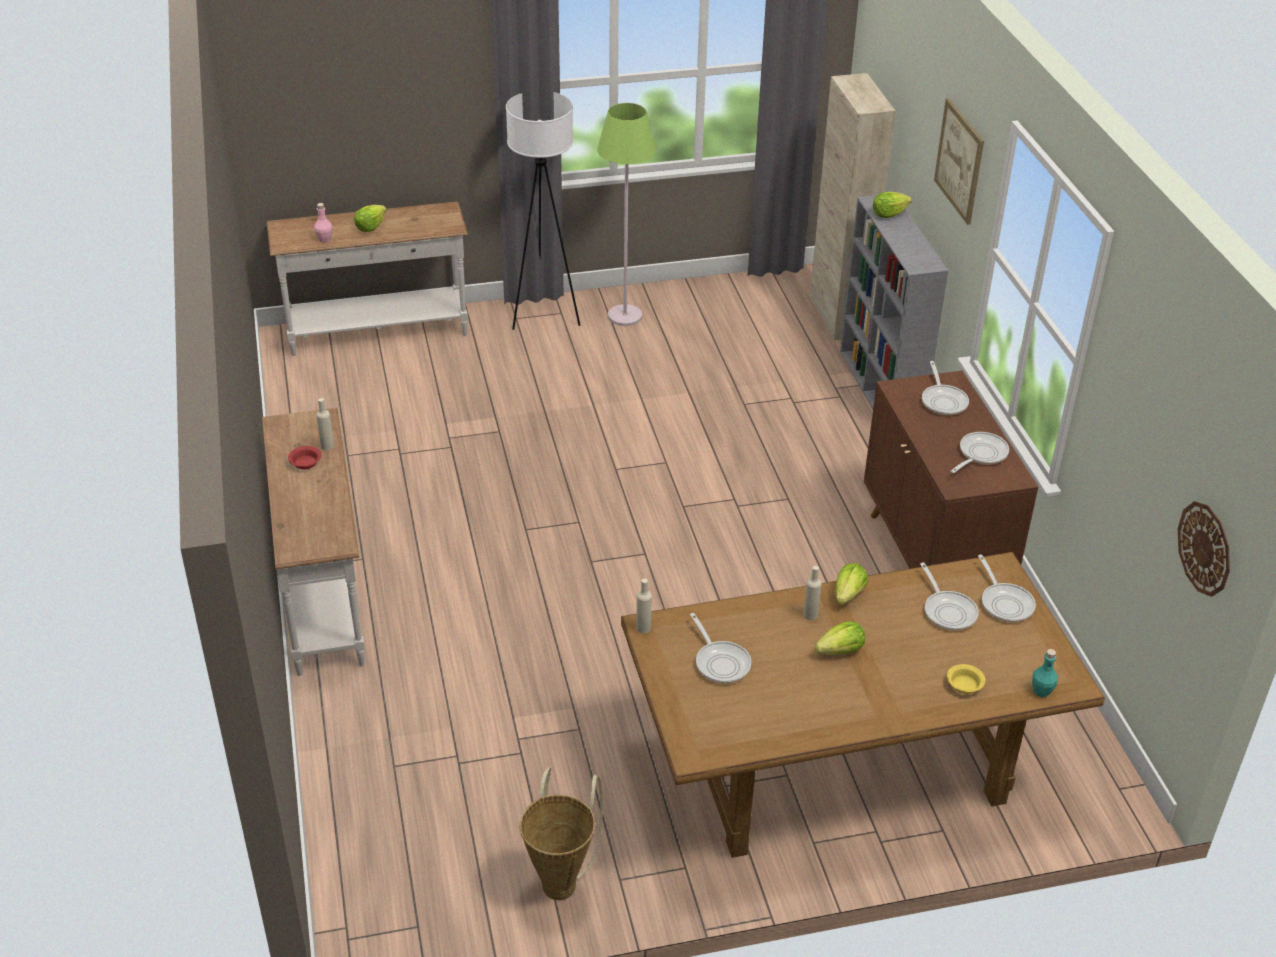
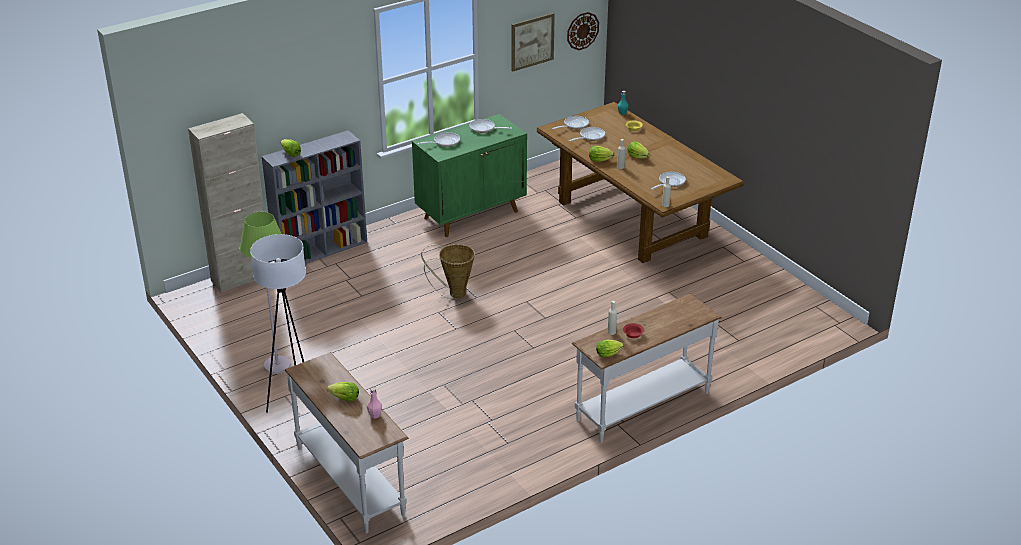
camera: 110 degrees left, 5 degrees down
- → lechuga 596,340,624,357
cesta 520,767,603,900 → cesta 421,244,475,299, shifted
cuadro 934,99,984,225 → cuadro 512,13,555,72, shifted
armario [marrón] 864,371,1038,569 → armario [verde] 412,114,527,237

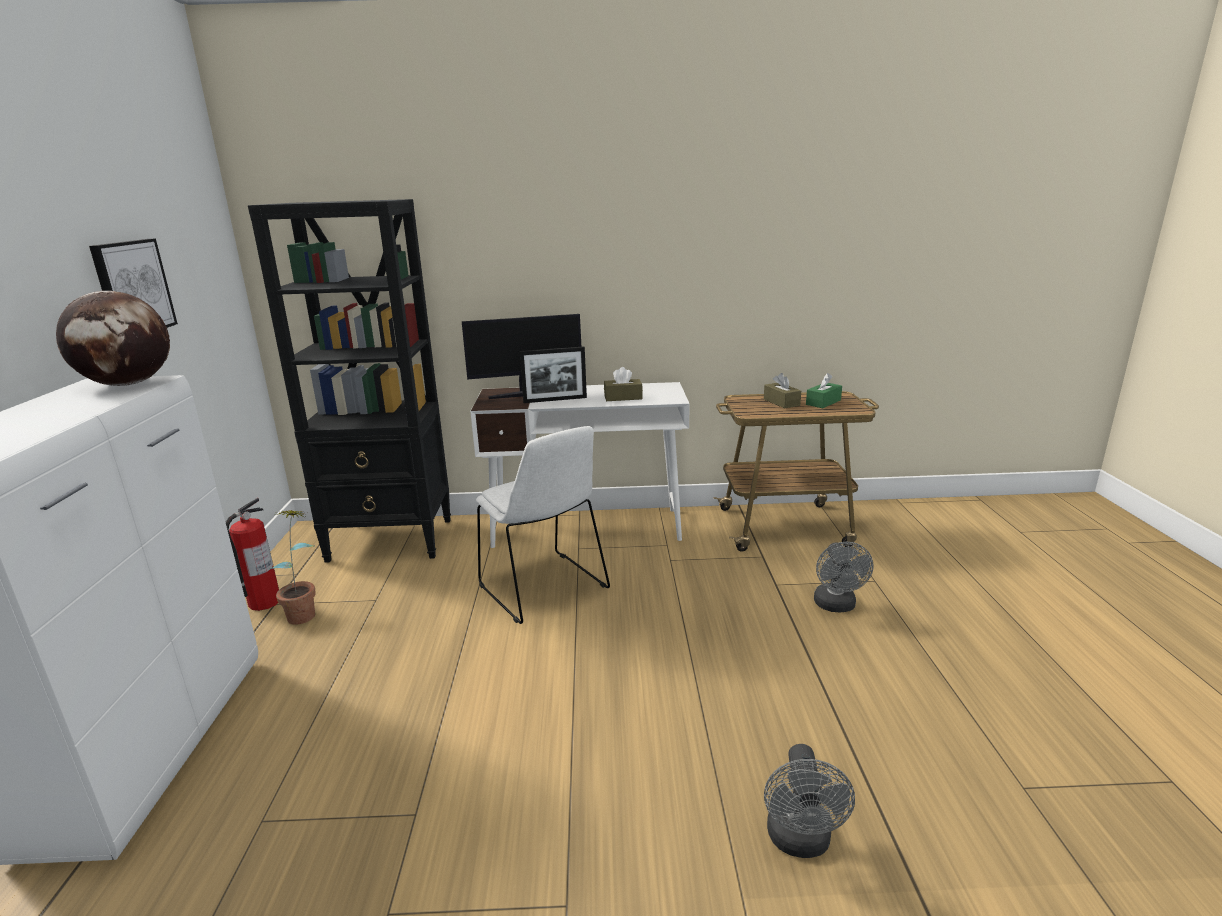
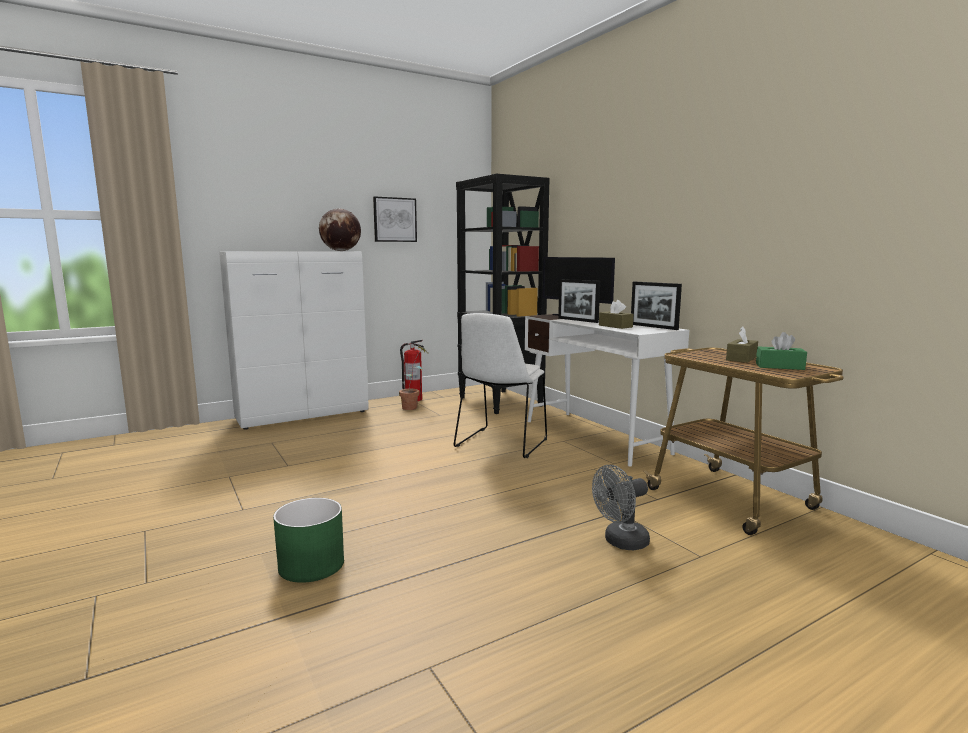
camera: 60 degrees right, 10 degrees down
- → portarretratos 631,282,682,330
ventilador [gris] 764,744,855,858 → maceta [verde] 273,498,344,583

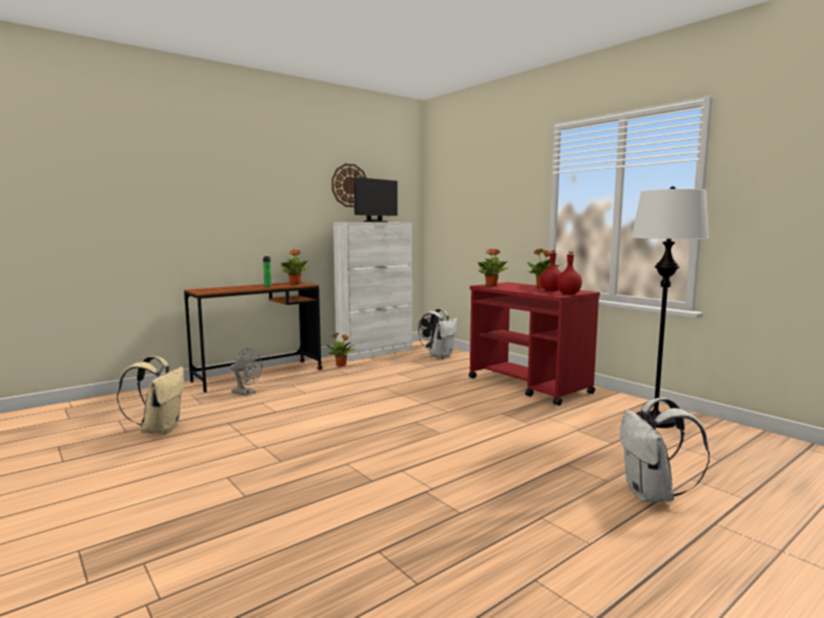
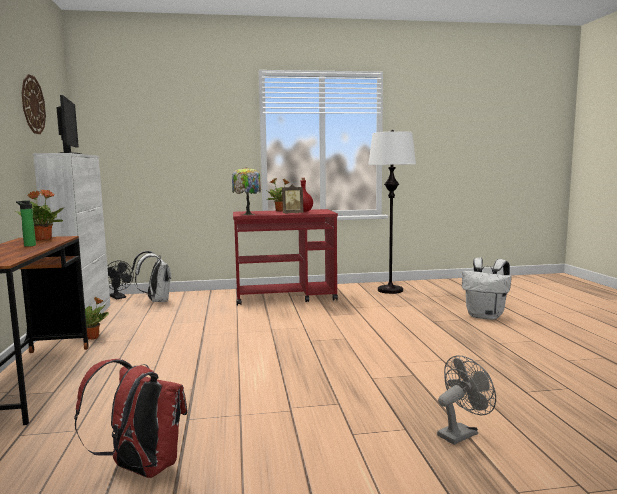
camera: 60 degrees left, 0 degrees up
botella [rojo] 557,251,582,294 → -
- → portarretratos 282,184,303,213
ventilador [gris] 230,348,262,396 → ventilador [gris] 437,355,496,445, shifted
planta en maceta 478,249,508,287 → lámpara de mesa 232,167,261,215
mochila [beis] 117,356,184,435 → mochila [rojo] 74,359,188,478

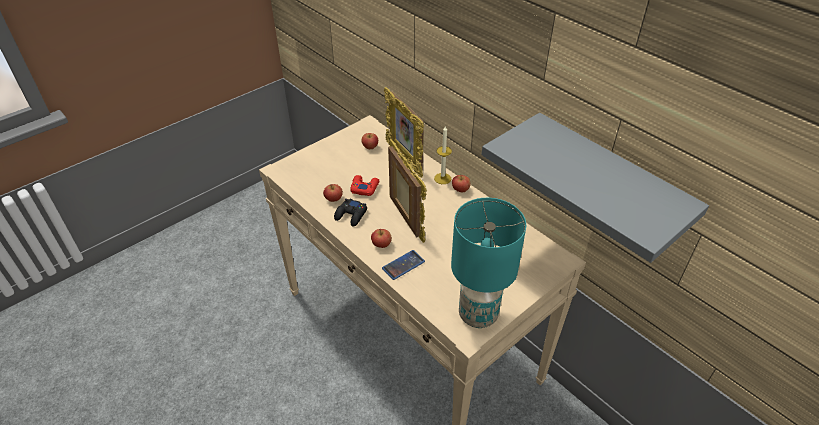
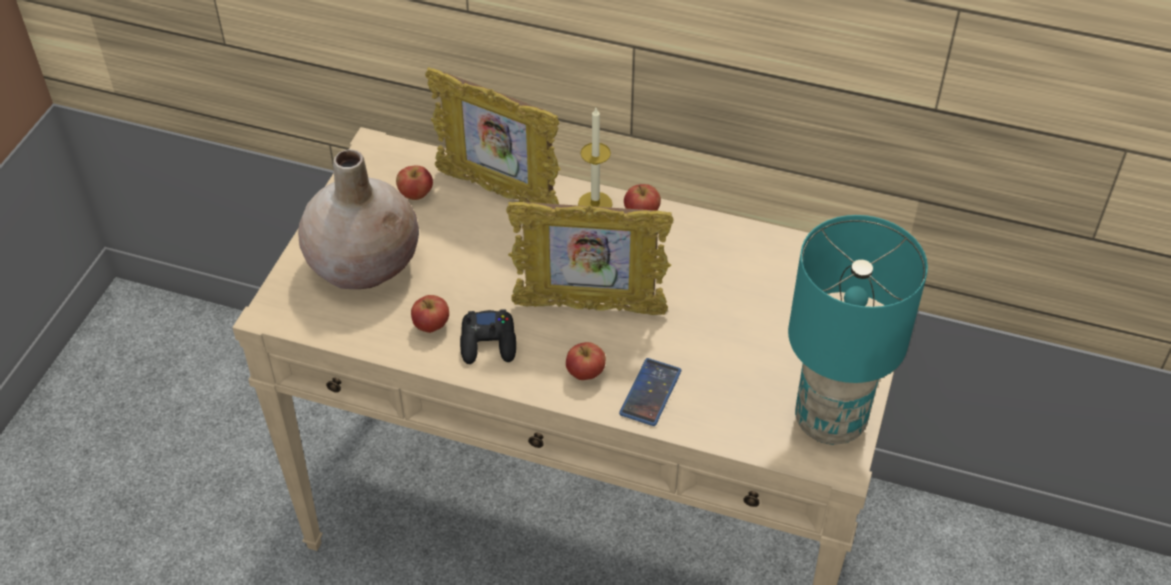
camera: 30 degrees left, 5 degrees up
mando de consola [rojo] 350,175,379,196 → -
estante [gris] 482,113,709,263 → -
- → florero [beis] 298,149,419,289
portarretratos 388,139,427,243 → portarretratos 506,202,674,315, 150 degrees clockwise

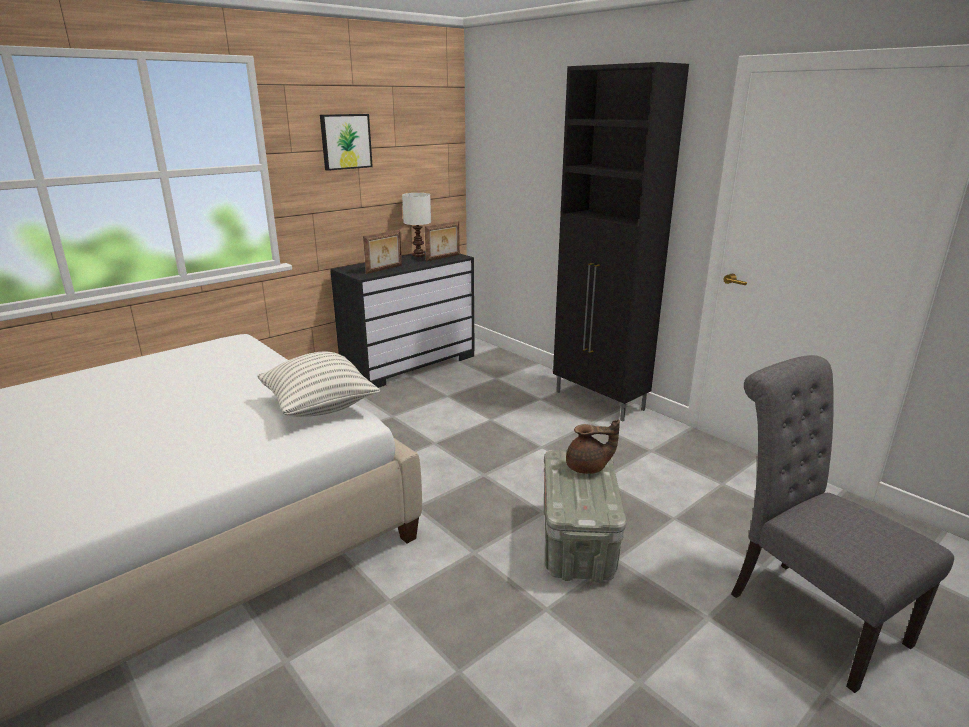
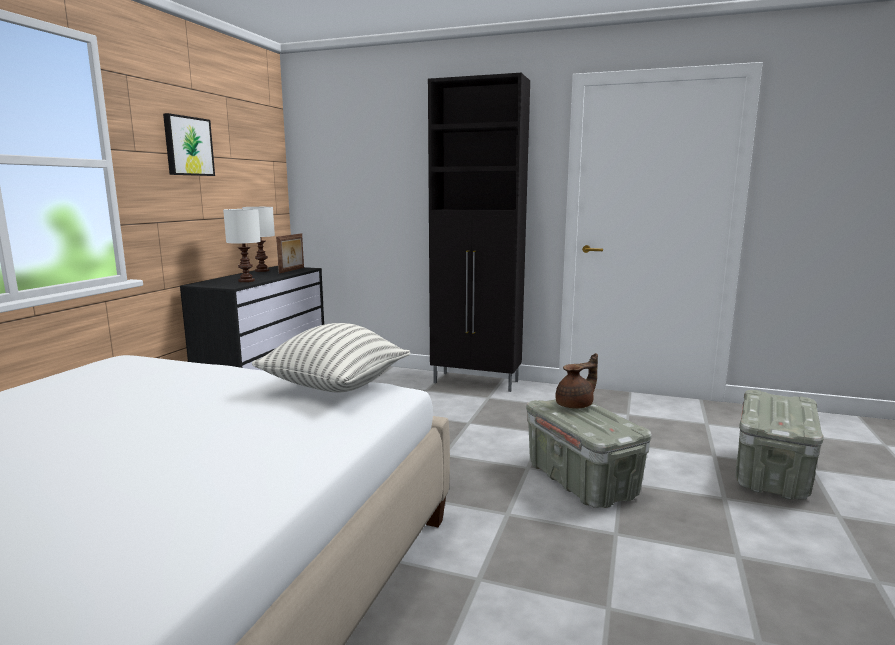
camera: 30 degrees left, 10 degrees down
portarretratos 363,230,402,274 → lámpara de mesa [blanco] 223,209,261,282
silla [gris] 731,355,954,693 → caja de almacenaje [gris] 735,390,824,500

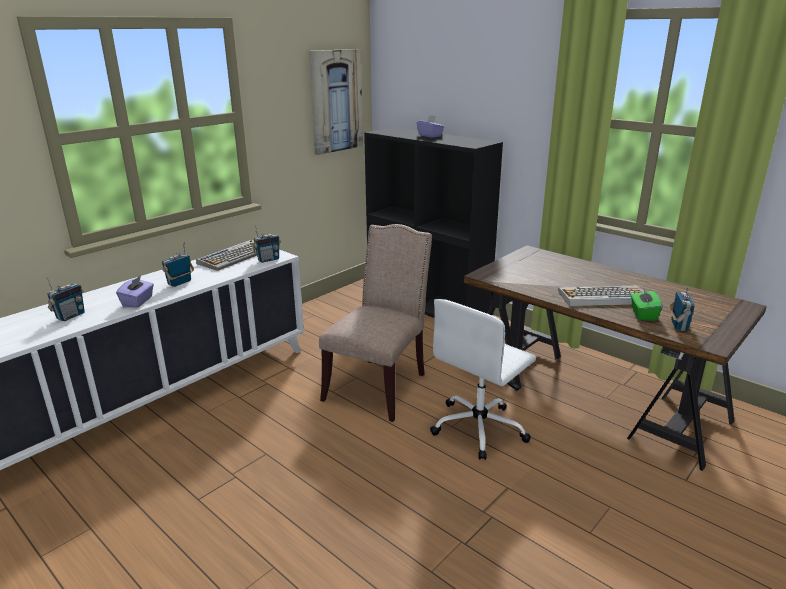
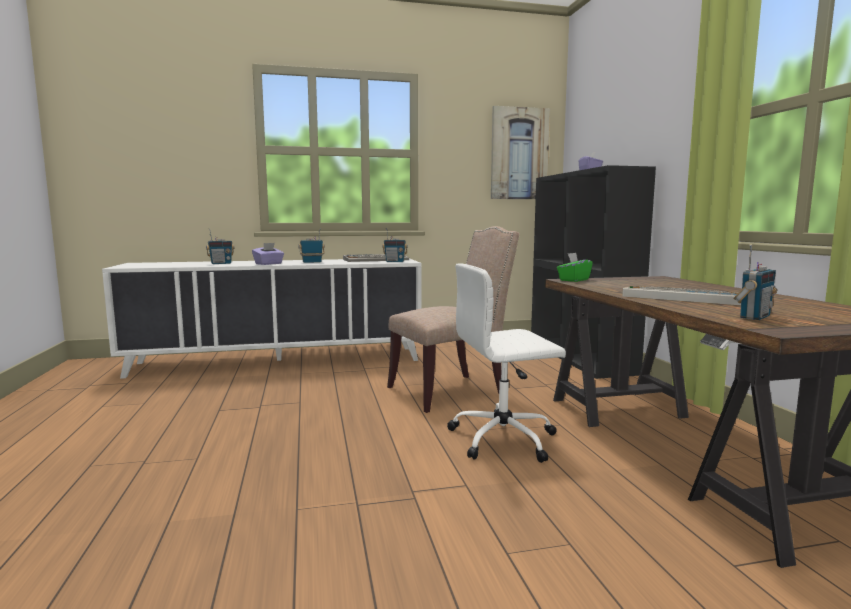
camera: 35 degrees right, 15 degrees down
caja de pañuelos [verde] 631,290,662,321 → caja de pañuelos [verde] 557,253,593,282, shifted

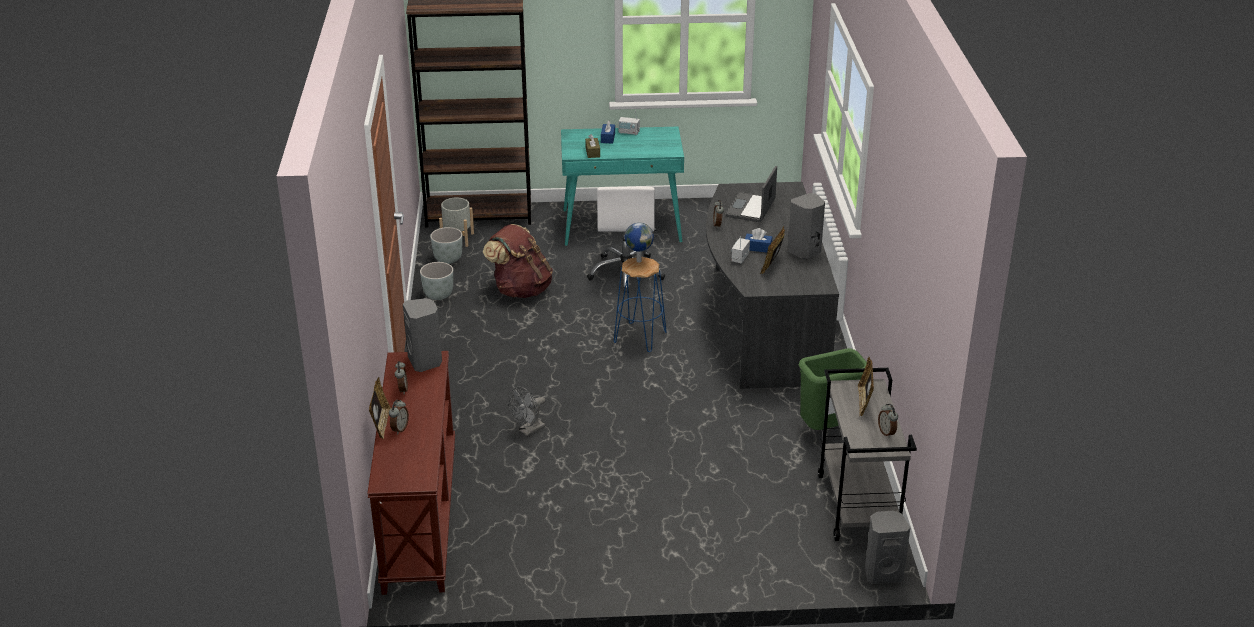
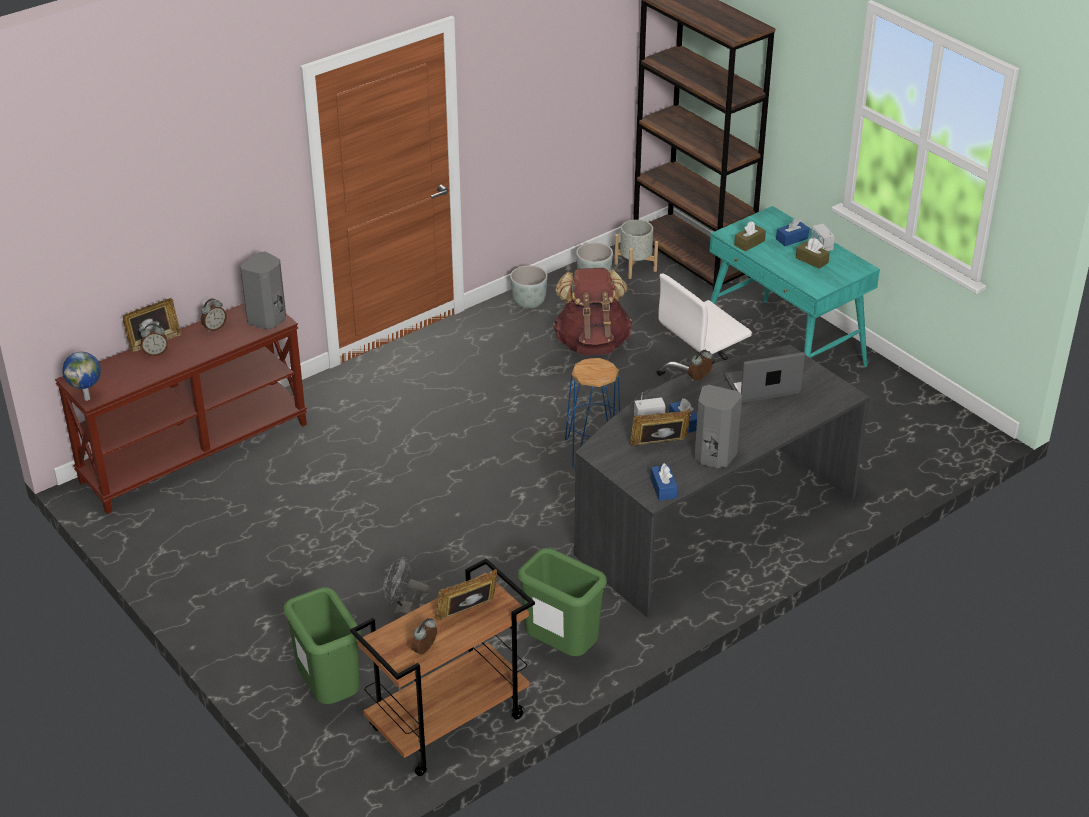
camera: 55 degrees right, 5 degrees up
altavoz [gris] 865,511,910,584 → -
- → papelera [verde] 283,587,361,704
- → caja de pañuelos [azul] 651,463,678,501
- → caja de pañuelos [marrón] 796,238,830,269
ventilador [gris] 509,387,545,436 → ventilador [gris] 383,556,430,616, shifted
globo terráqueo 625,222,654,262 → globo terráqueo 62,352,101,401, shifted
carrito [gris] 818,368,917,541 → carrito [marrón] 350,558,535,776

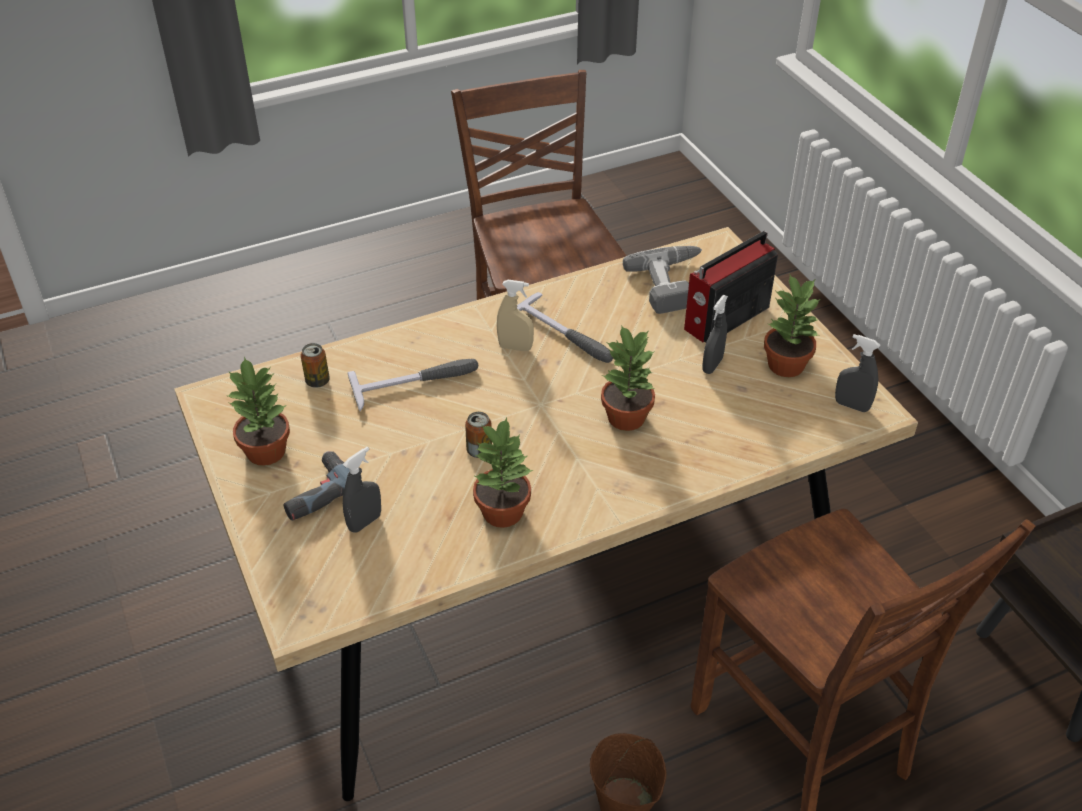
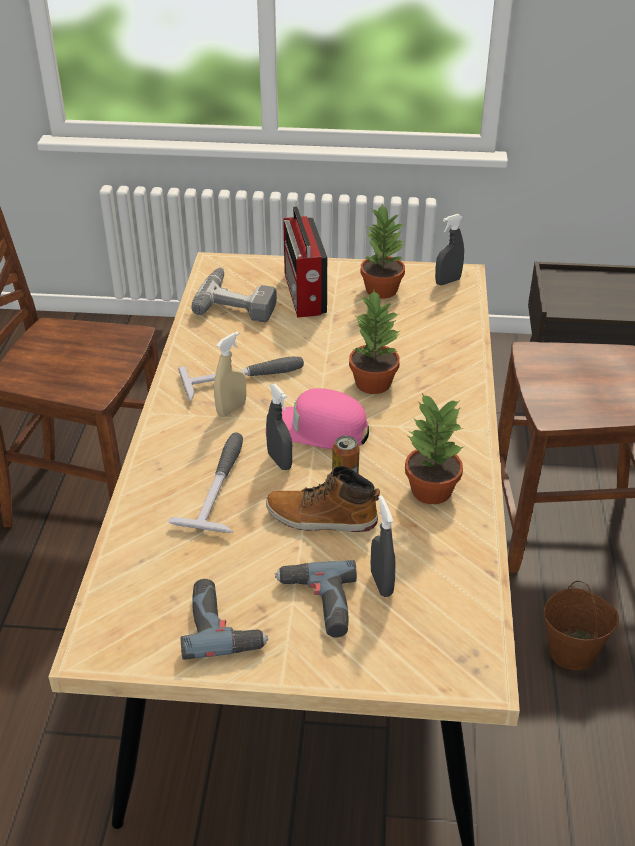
camera: 60 degrees left, 5 degrees down
lata 301,343,330,388 → -
- → gorra [rosa] 265,388,369,450
- → bota 266,466,380,532
pulverizador [gris] 702,295,728,374 → pulverizador [gris] 266,384,293,470, shifted
planta en maceta 228,357,290,466 → taladro 181,579,268,660

